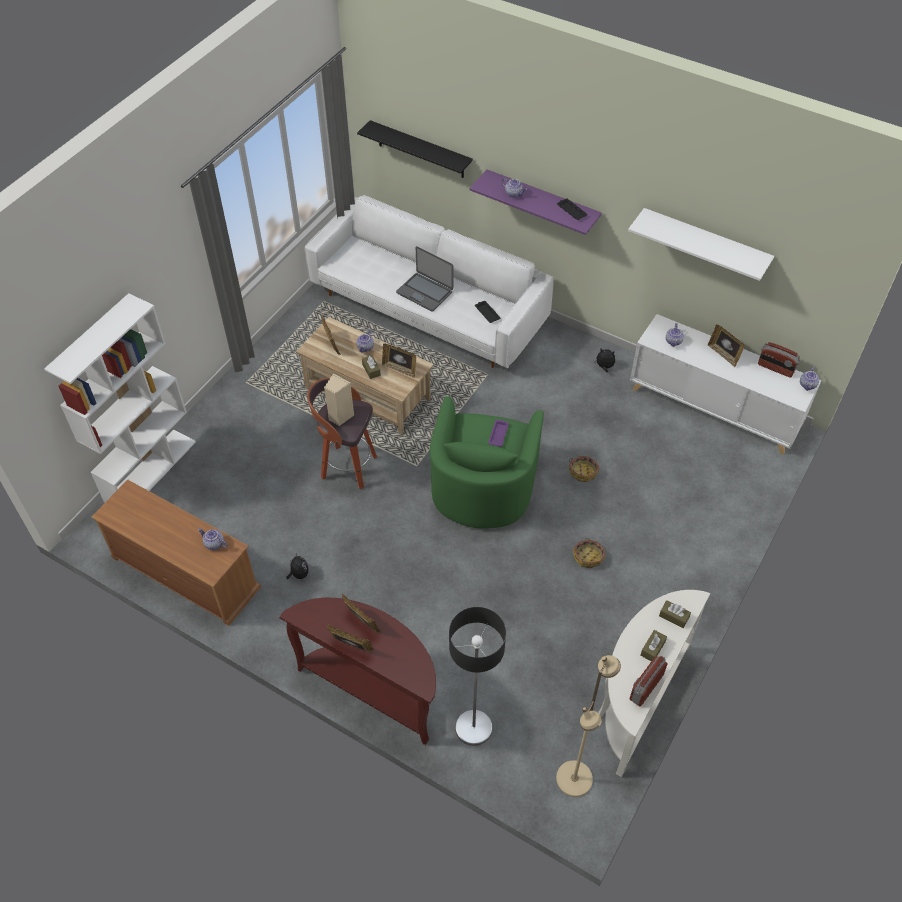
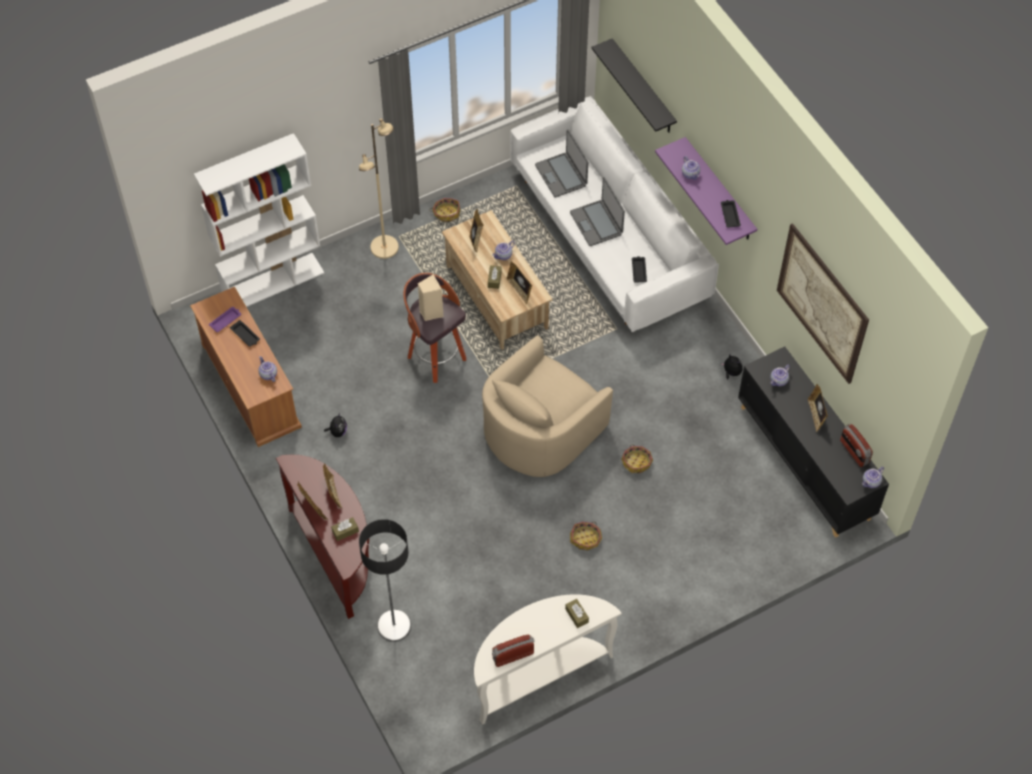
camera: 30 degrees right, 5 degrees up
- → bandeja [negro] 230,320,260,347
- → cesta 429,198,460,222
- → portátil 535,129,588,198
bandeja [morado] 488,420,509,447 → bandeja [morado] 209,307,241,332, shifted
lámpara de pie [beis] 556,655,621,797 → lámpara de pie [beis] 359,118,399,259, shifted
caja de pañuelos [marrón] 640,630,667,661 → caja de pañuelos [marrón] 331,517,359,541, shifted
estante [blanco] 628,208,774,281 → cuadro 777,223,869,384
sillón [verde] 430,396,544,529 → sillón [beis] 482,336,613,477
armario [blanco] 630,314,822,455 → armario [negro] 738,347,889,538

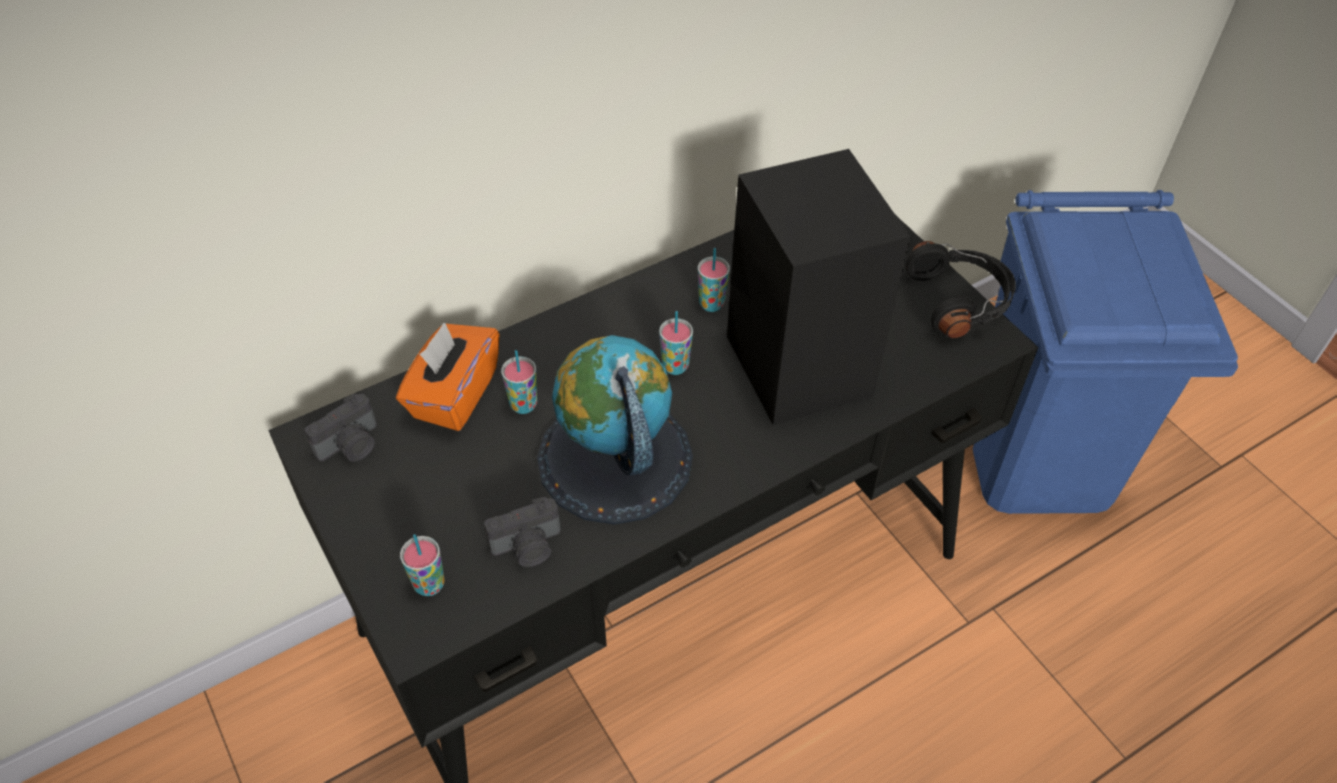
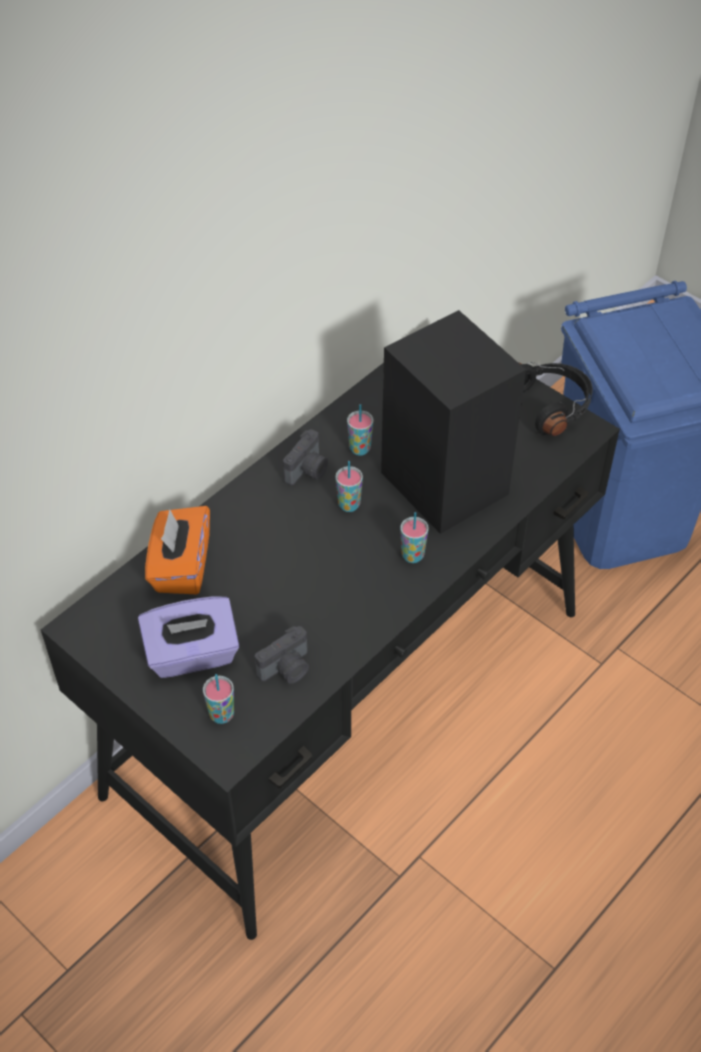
camera: 15 degrees left, 0 degrees up
globo terráqueo 537,335,693,525 → -
- → caja de pañuelos [morado] 138,596,239,678
cámara 305,394,377,462 → cámara 283,429,328,485, shifted
taza 501,350,537,414 → taza 400,512,429,563, shifted

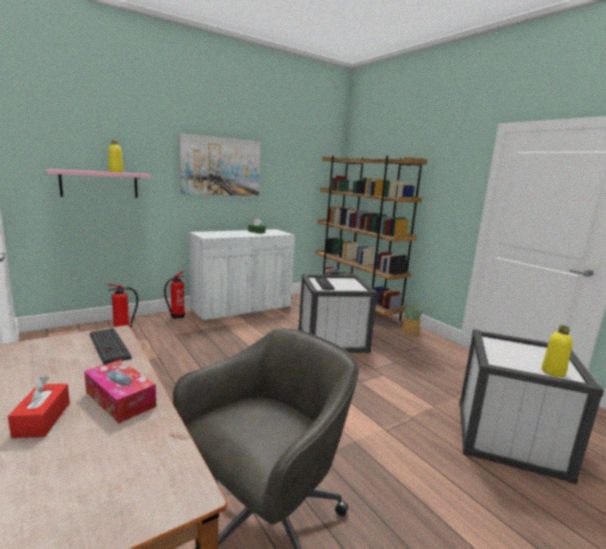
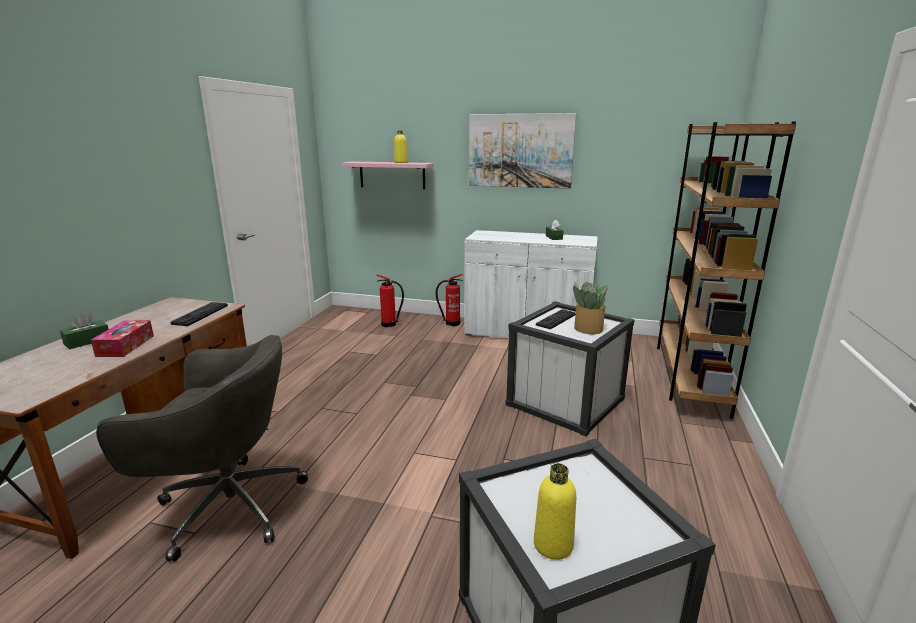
camera: 50 degrees right, 5 degrees up
planta en maceta 402,304,423,335 → planta en maceta 573,281,609,334, shifted
caja de pañuelos [rojo] 8,376,70,438 → caja de pañuelos [verde] 60,313,109,349

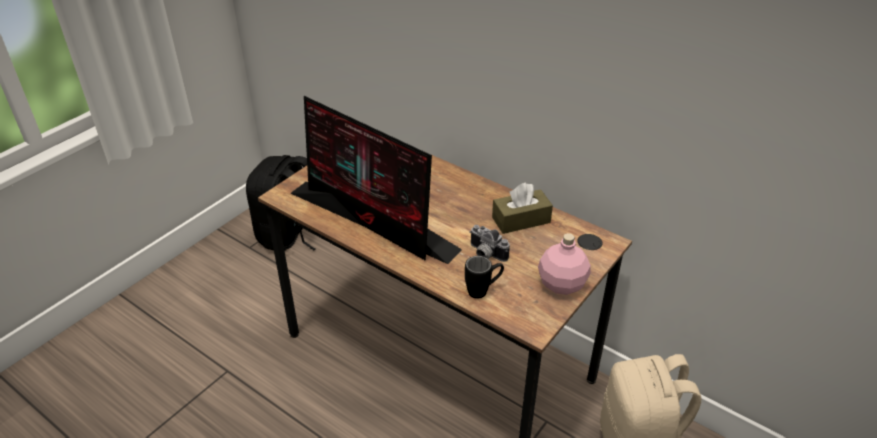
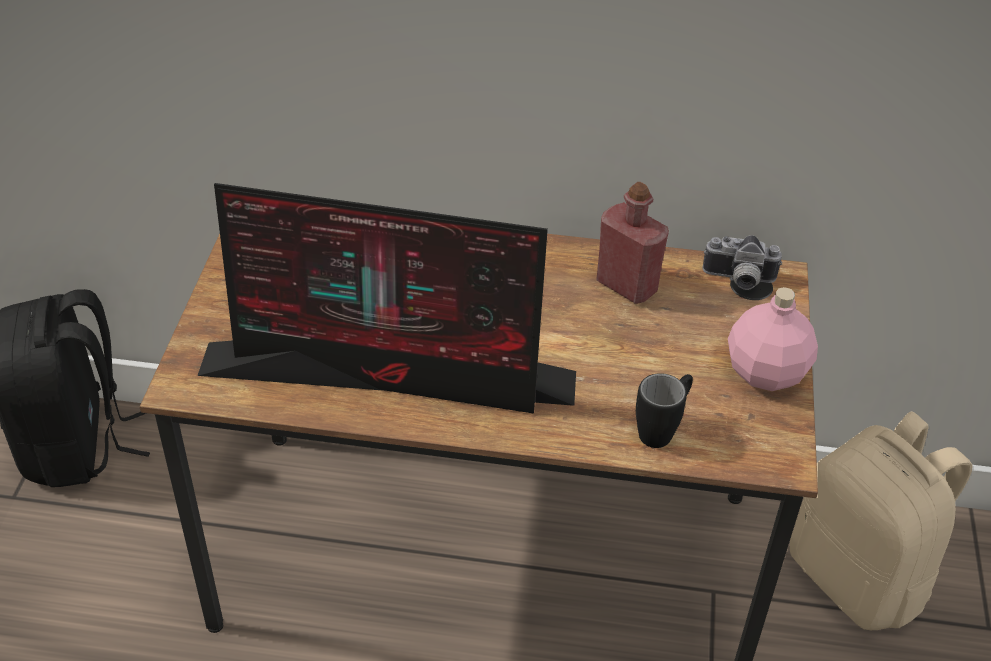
camera: 30 degrees left, 5 degrees up
cámara 470,225,510,262 → cámara 703,235,782,290, shifted
caja de pañuelos [marrón] 492,183,553,234 → botella [rojo] 596,182,669,304

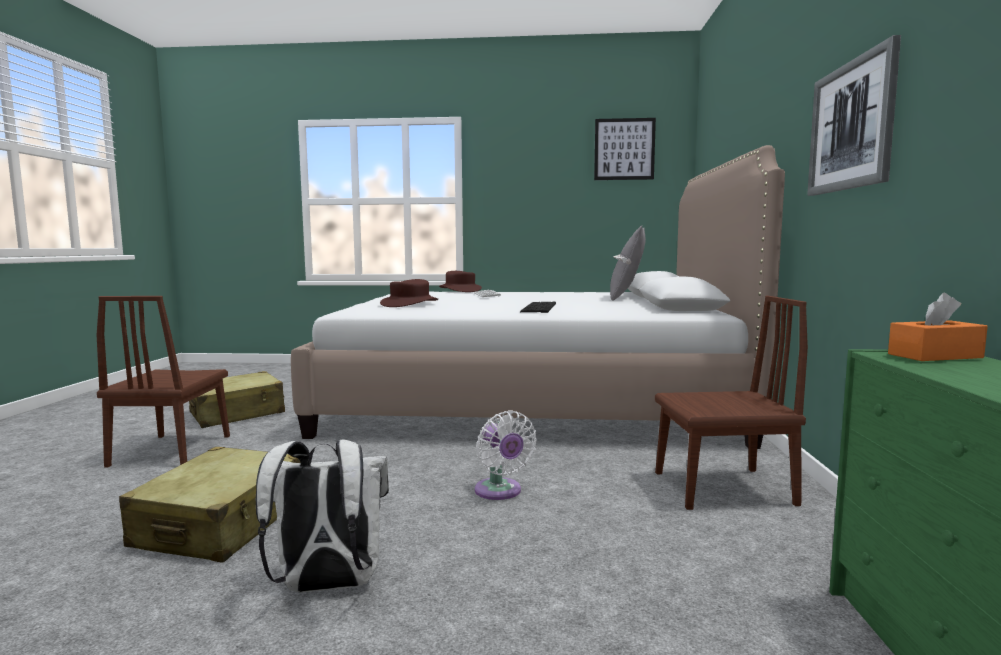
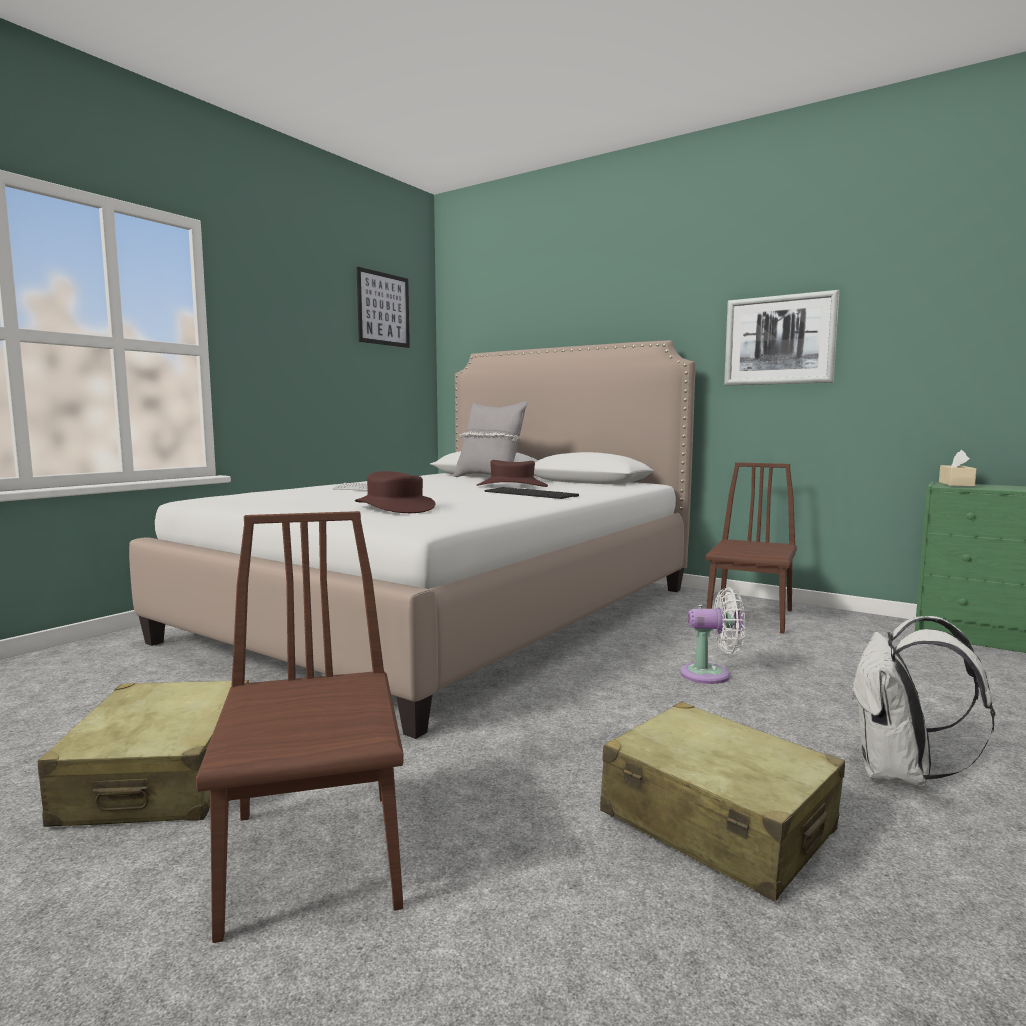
camera: 60 degrees left, 0 degrees up
sombrero [marrón] 439,271,482,292 → sombrero [marrón] 477,460,548,487, shifted
caja de pañuelos [naranja] 888,293,988,361 → caja de pañuelos [beis] 939,450,977,487
silla [marrón] 97,296,230,468 → silla [marrón] 196,511,404,943, 135 degrees counterclockwise

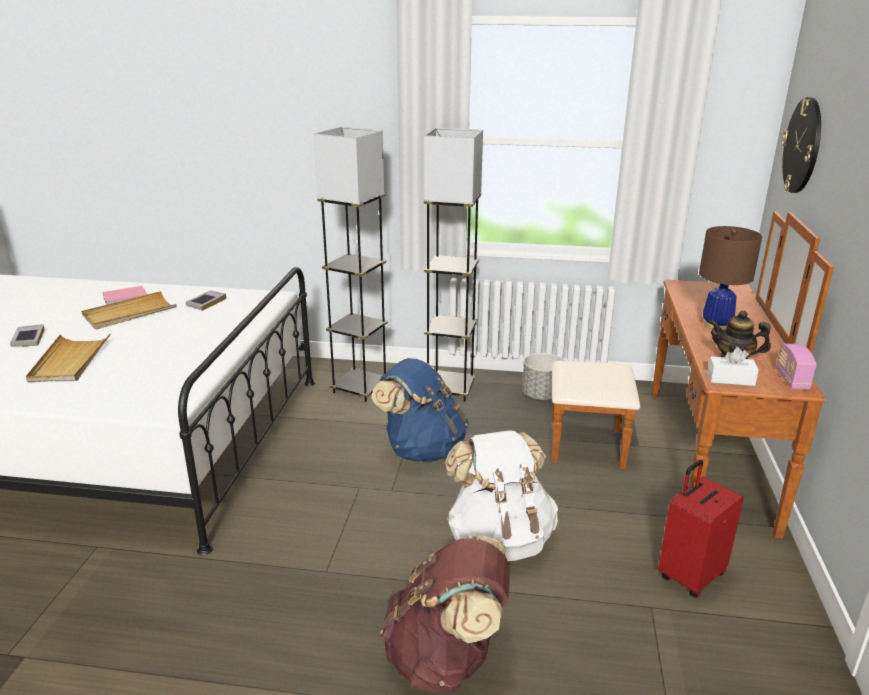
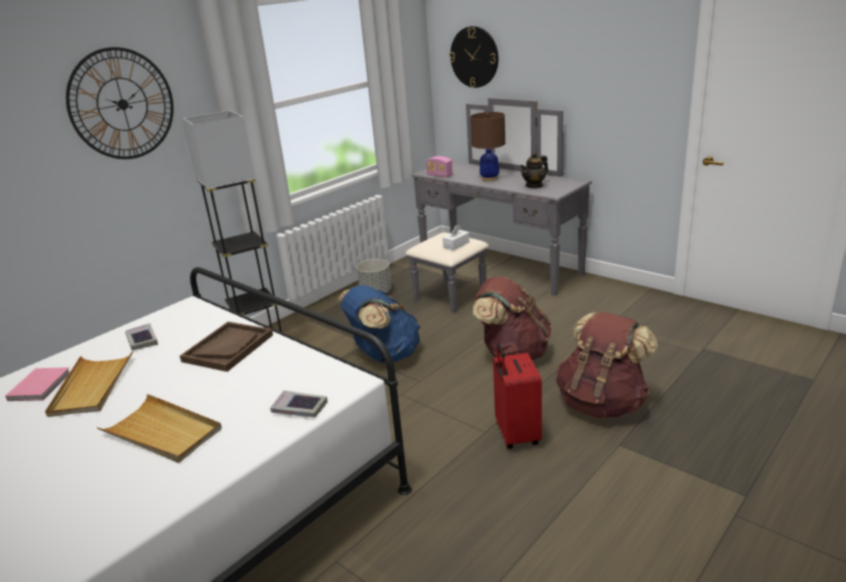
camera: 55 degrees left, 0 degrees up
lámpara de pie [gris] 424,128,483,401 → -
- → reloj de pared 66,47,174,159
- → bandeja [marrón] 180,322,273,372
libro 10,324,44,347 → libro 270,390,328,418, shifted
maleta [rojo] 658,460,744,598 → maleta [rojo] 493,343,542,449, shifted
caja de pañuelos [blanco] 707,347,759,386 → caja de pañuelos [blanco] 443,225,469,251, shifted
radio 776,343,817,390 → radio 426,156,453,178, shifted
mochila [blanco] 445,430,558,561 → mochila [marrón] 473,276,552,360
cómoda [marrón] 552,212,834,538 → cómoda [gris] 406,98,592,313

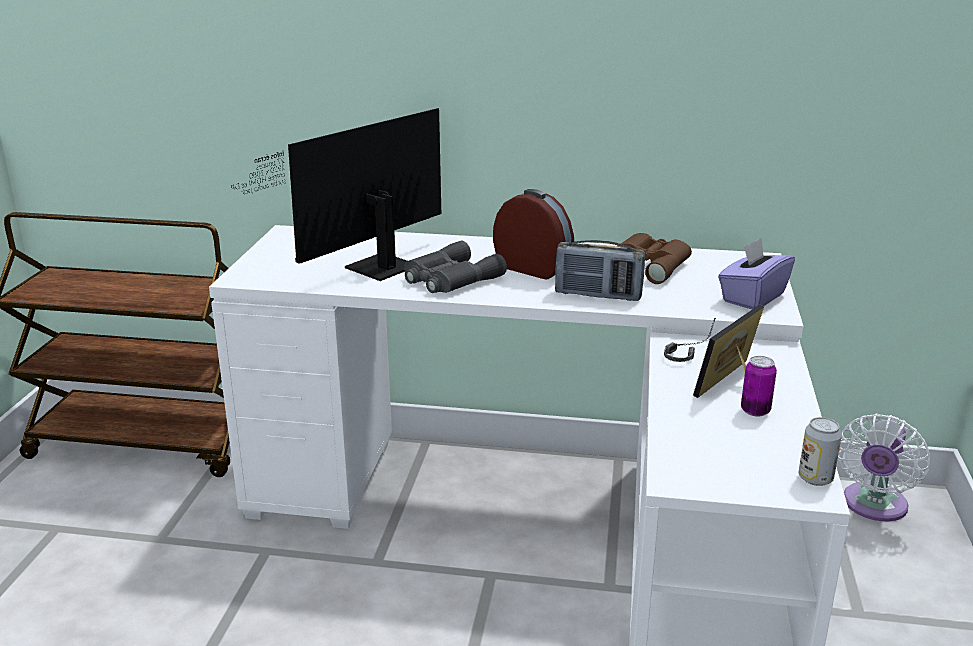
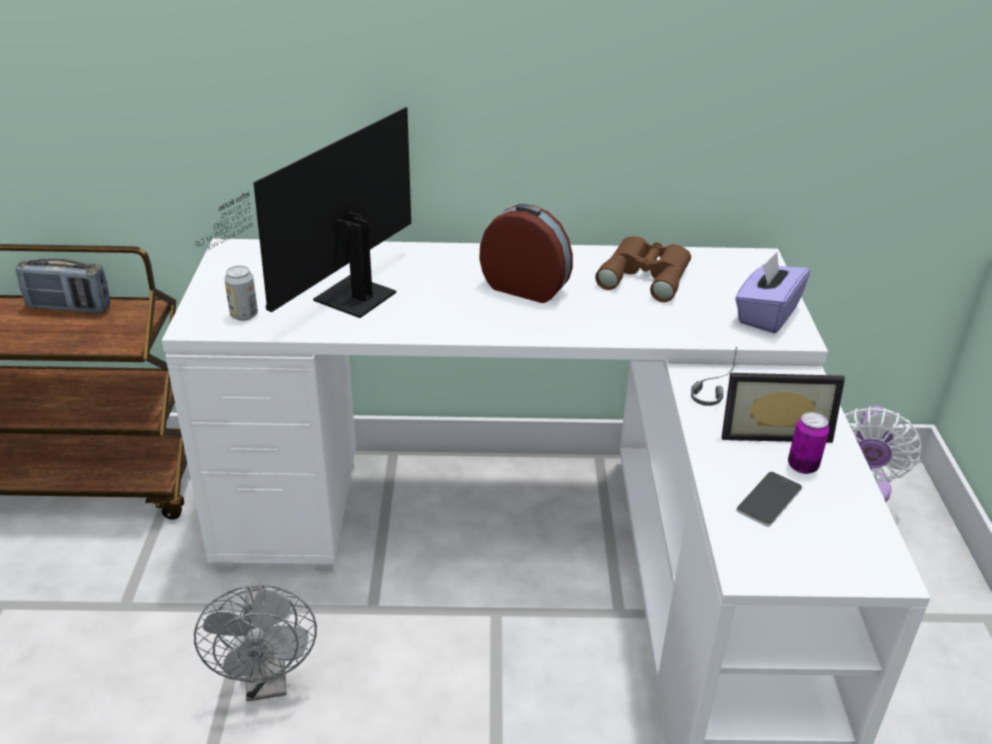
camera: 10 degrees left, 10 degrees up
prismáticos [gris] 404,241,507,293 → -
- → ventilador [gris] 194,581,317,702
- → móvil 736,472,802,527
radio 555,240,645,301 → radio 16,259,110,313, shifted
lata 799,417,842,486 → lata 224,266,258,321, shifted
portarretratos 693,305,764,398 → portarretratos 721,373,845,443, 120 degrees counterclockwise

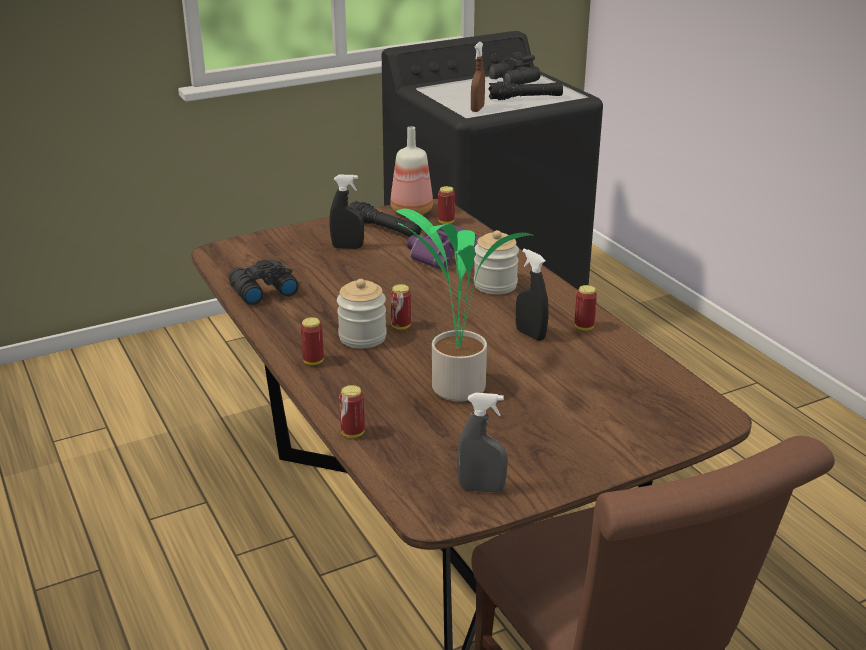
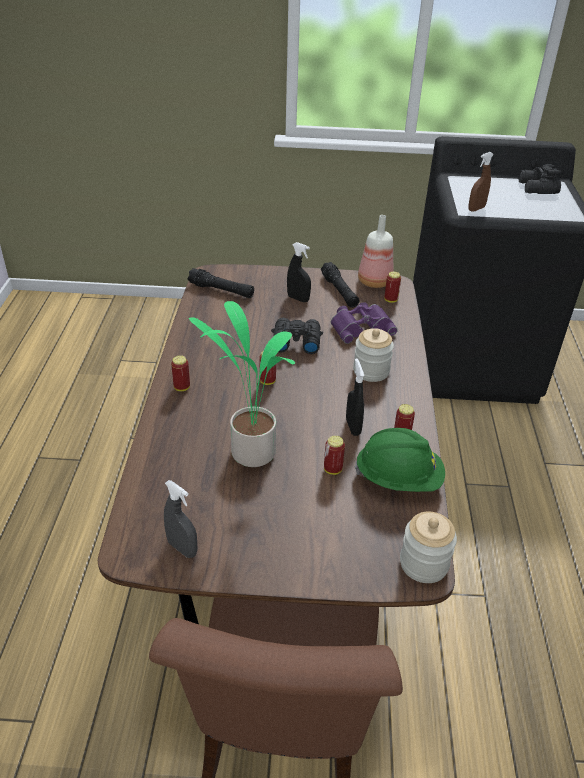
camera: 30 degrees right, 10 degrees up
- → casco [verde] 355,428,445,492
prismáticos [negro] 229,260,299,305 → prismáticos [negro] 271,318,323,354, shifted
tarro 337,279,387,349 → tarro 400,512,457,583, shifted
lata 339,385,365,438 → lata 324,436,345,475, shifted
linterna [negro] 488,81,563,100 → linterna [negro] 187,268,254,298, shifted

